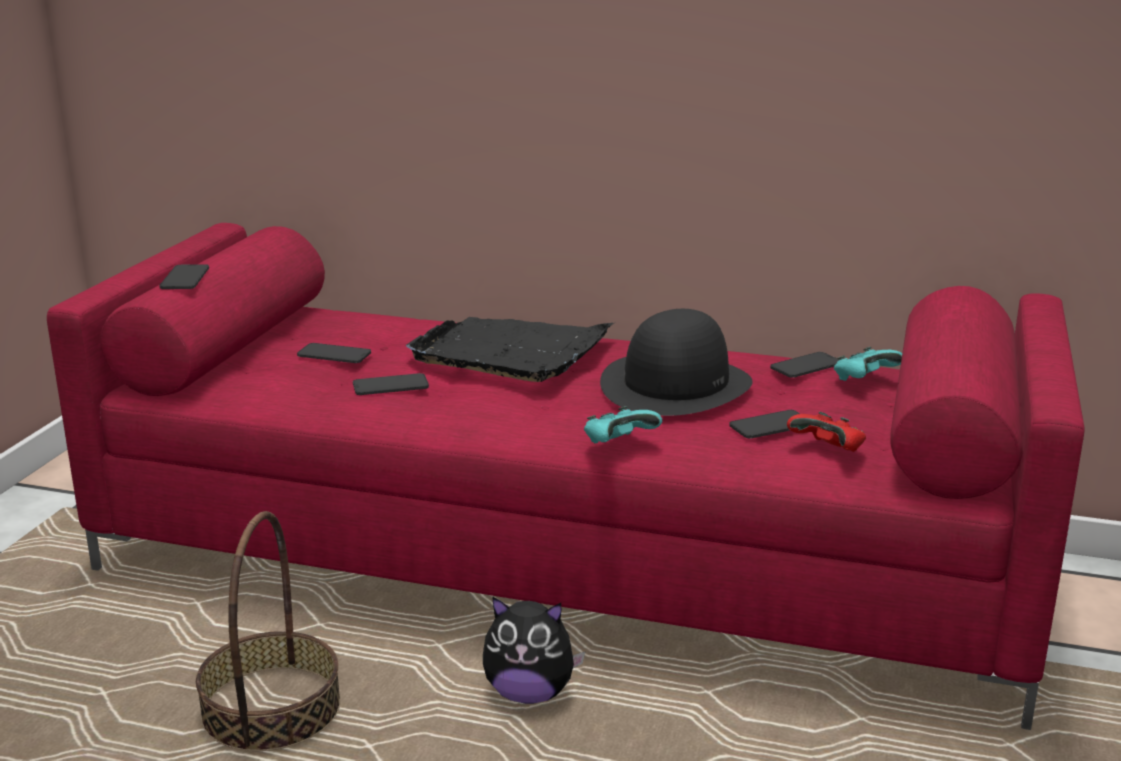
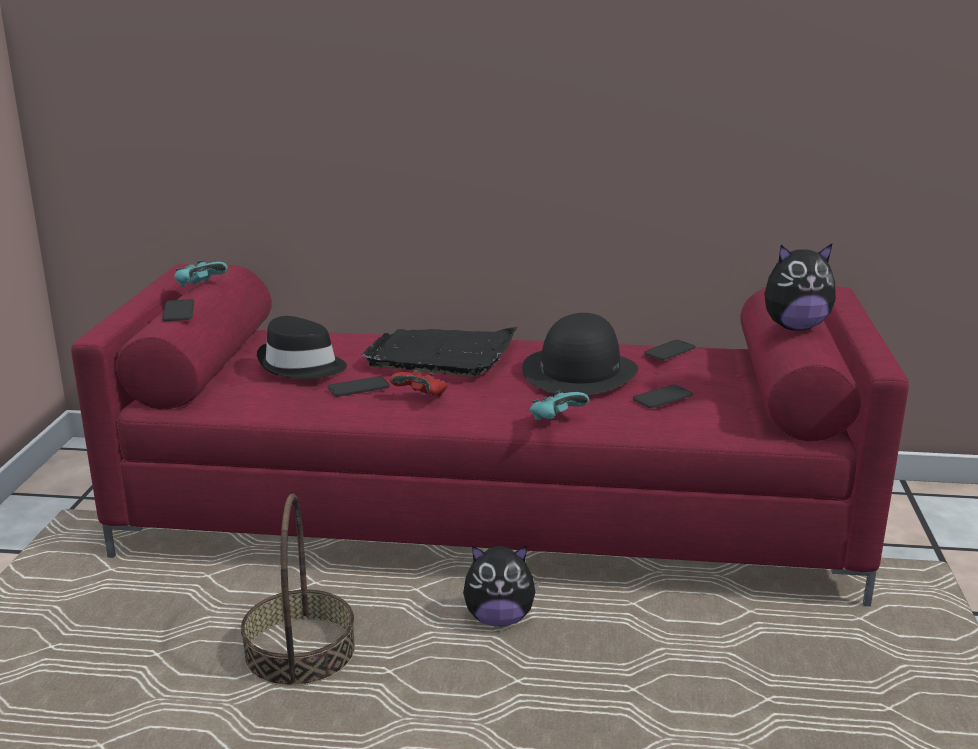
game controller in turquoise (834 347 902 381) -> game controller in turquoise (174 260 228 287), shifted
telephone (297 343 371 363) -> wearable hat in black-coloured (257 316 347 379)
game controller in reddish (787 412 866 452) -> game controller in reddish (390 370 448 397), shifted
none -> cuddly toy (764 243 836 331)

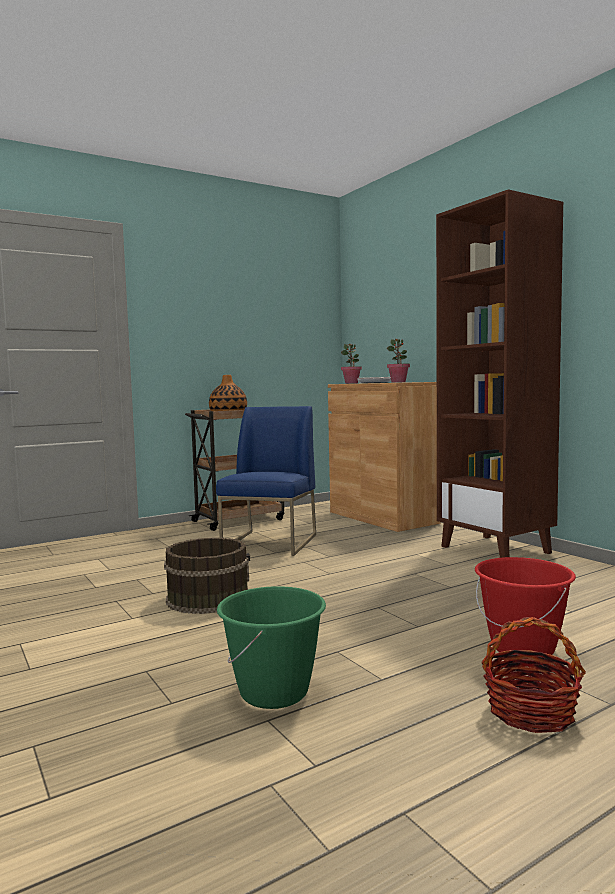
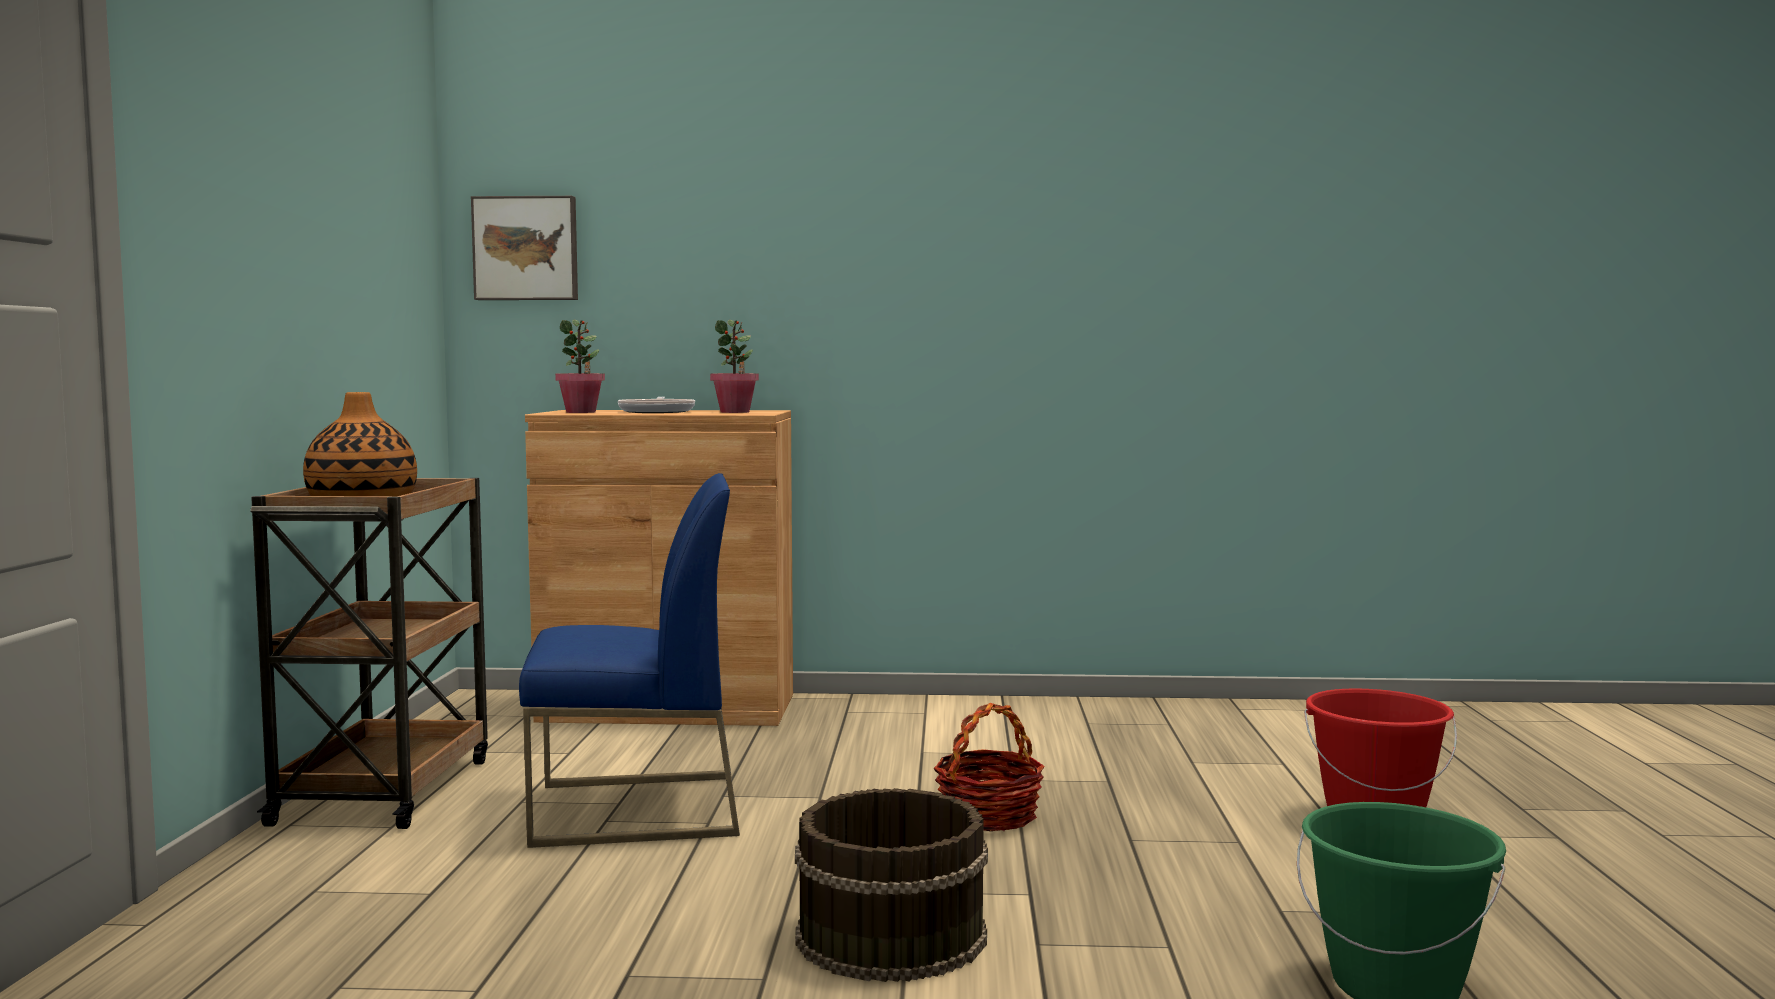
none -> wall picture (471 196 578 300)
plain chair in blue (216 406 316 556) -> plain chair in blue (519 473 740 848), 120 degrees clockwise
storage basket (481 617 586 733) -> storage basket (934 703 1045 831), shifted
bookshelf in brown-coloured (436 189 563 558) -> none

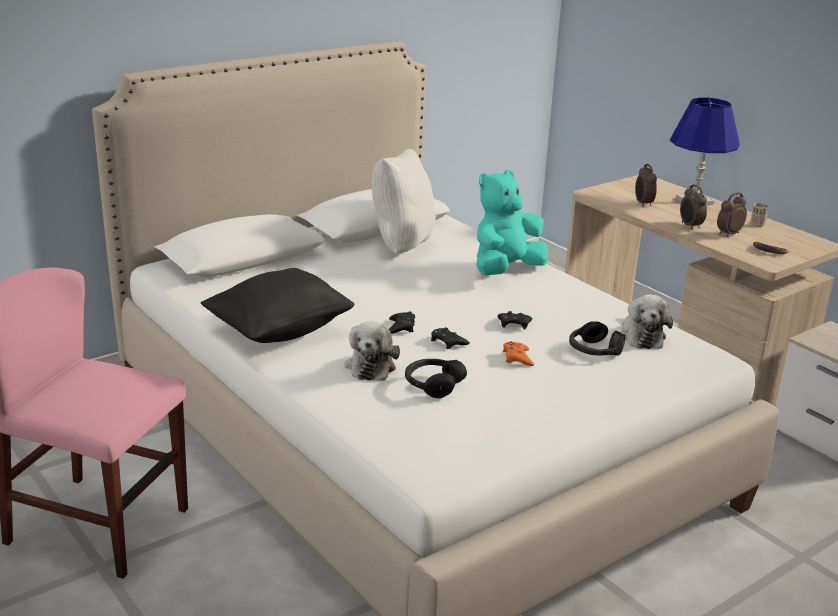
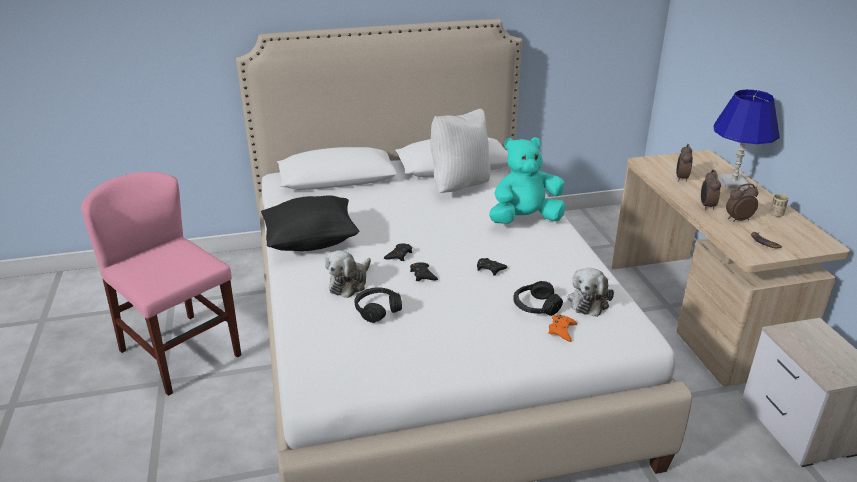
game controller in orange-coloured (503 341 534 366) -> game controller in orange-coloured (548 315 577 342), shifted

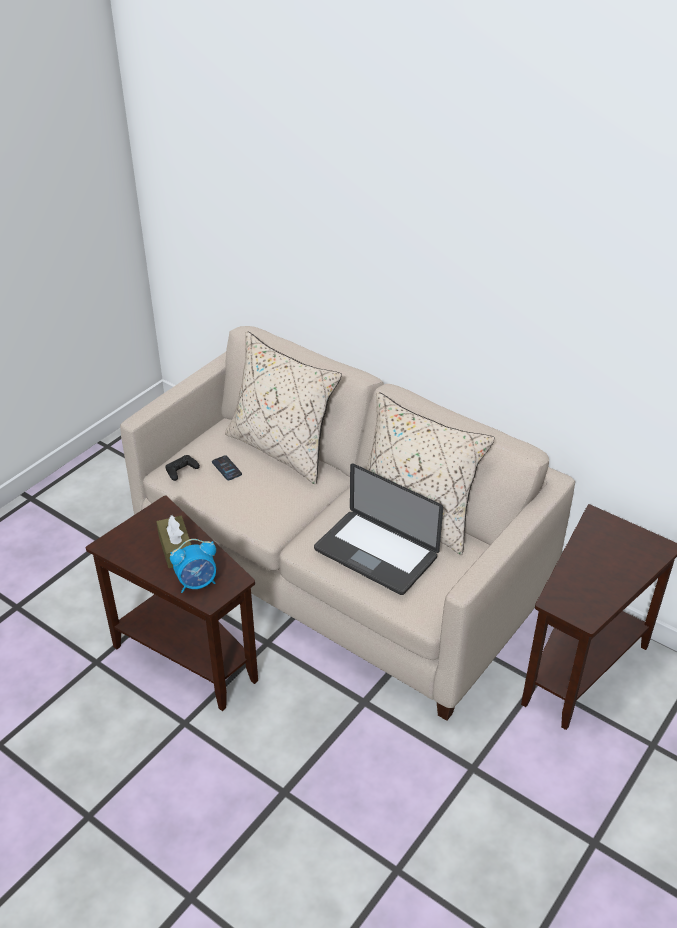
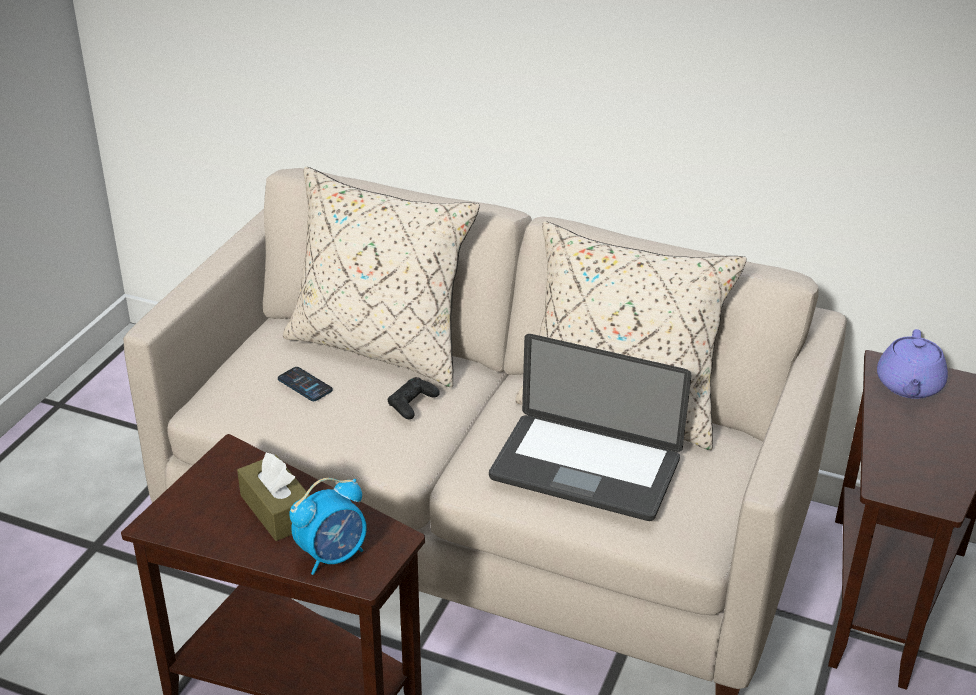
game controller in black-coloured (165 455 200 481) -> game controller in black-coloured (388 377 440 419), shifted
none -> teapot in purple-coloured (877 329 948 399)

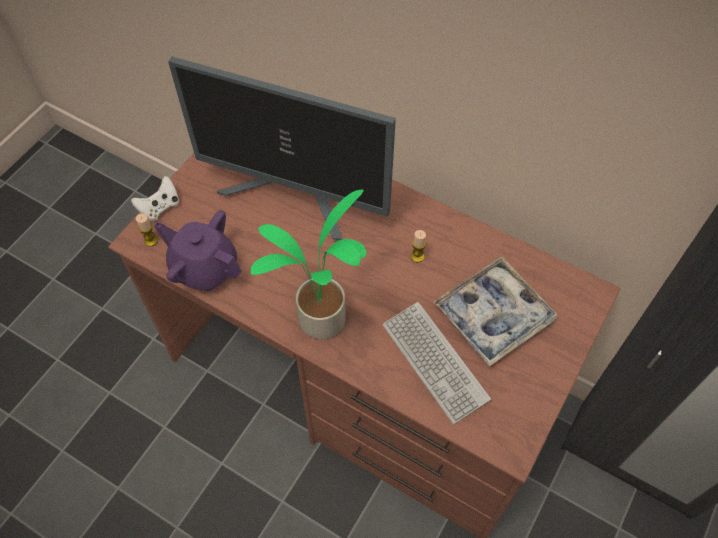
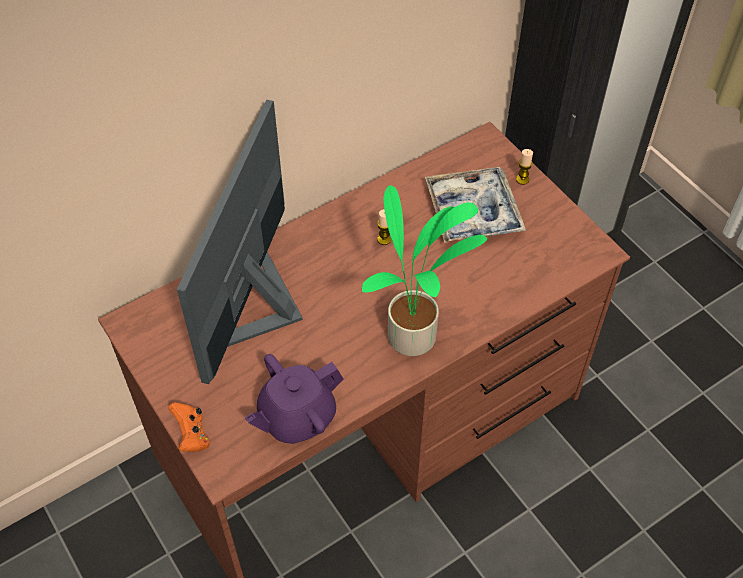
game controller in whitish (131 176 179 221) -> game controller in orange-coloured (168 402 210 452)
monitor (168 57 396 240) -> monitor (177 100 303 384), 150 degrees clockwise
wax light (136 214 158 247) -> wax light (516 149 533 185), shifted
keyboard (382 302 491 424) -> none

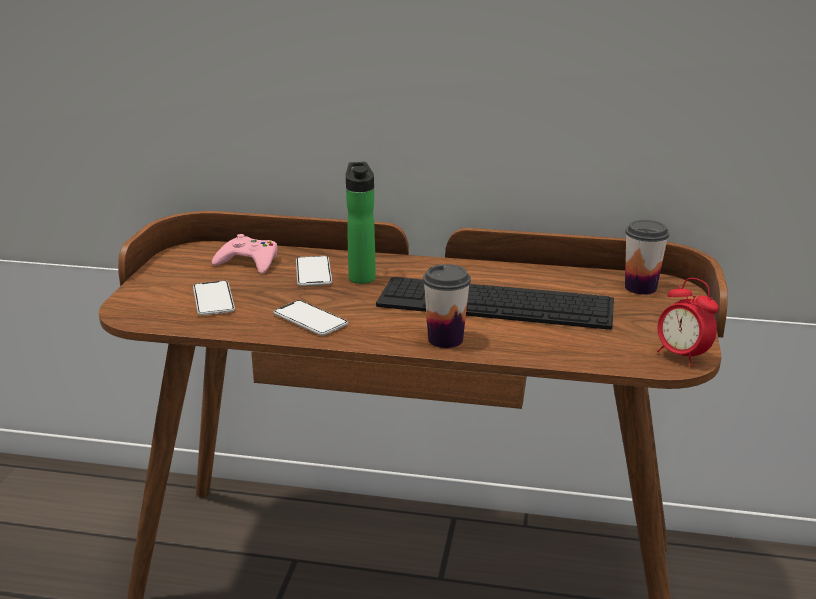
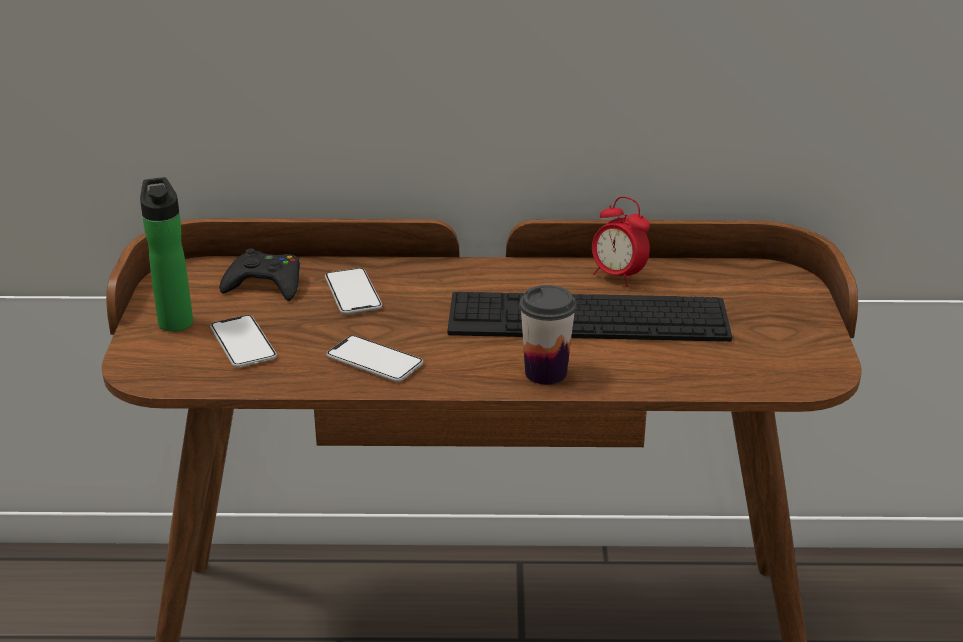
beverage bottle (346 162 376 284) -> beverage bottle (140 177 193 332), shifted
game controller in pink (212 234 277 274) -> game controller in black-coloured (219 249 300 301)
table clock (657 278 719 367) -> table clock (592 196 650 287), shifted
cup (625 220 669 295) -> none

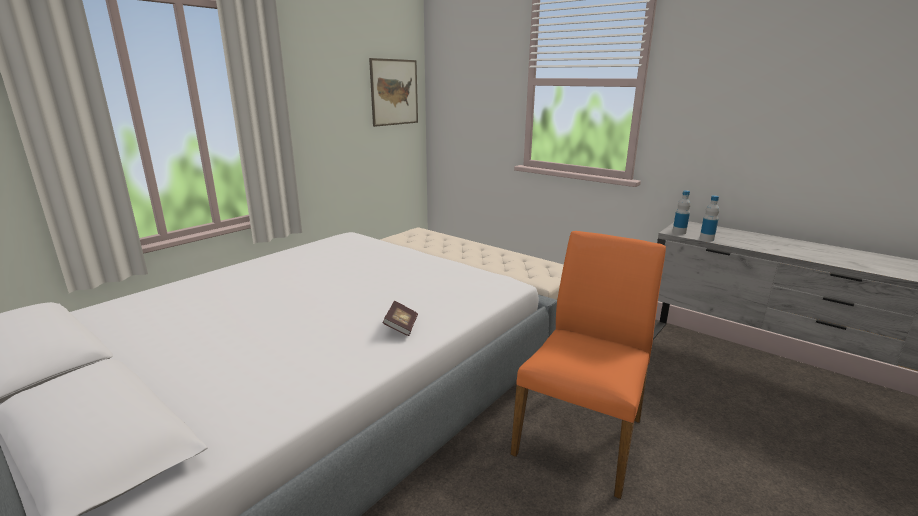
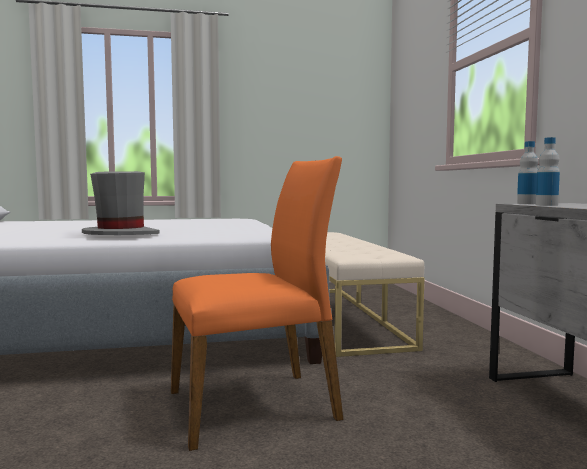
bound book (383 301 418 336) -> wearable hat in greyish (82 171 160 235)
wall picture (369 58 418 127) -> none

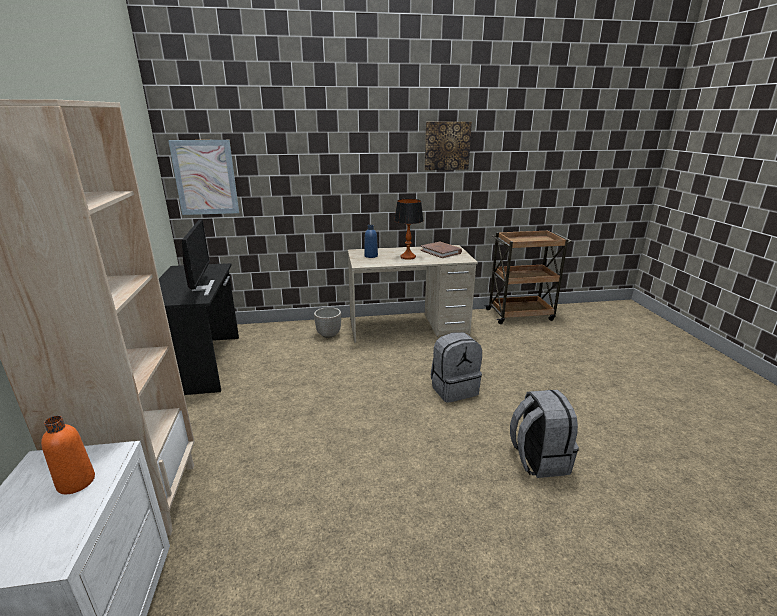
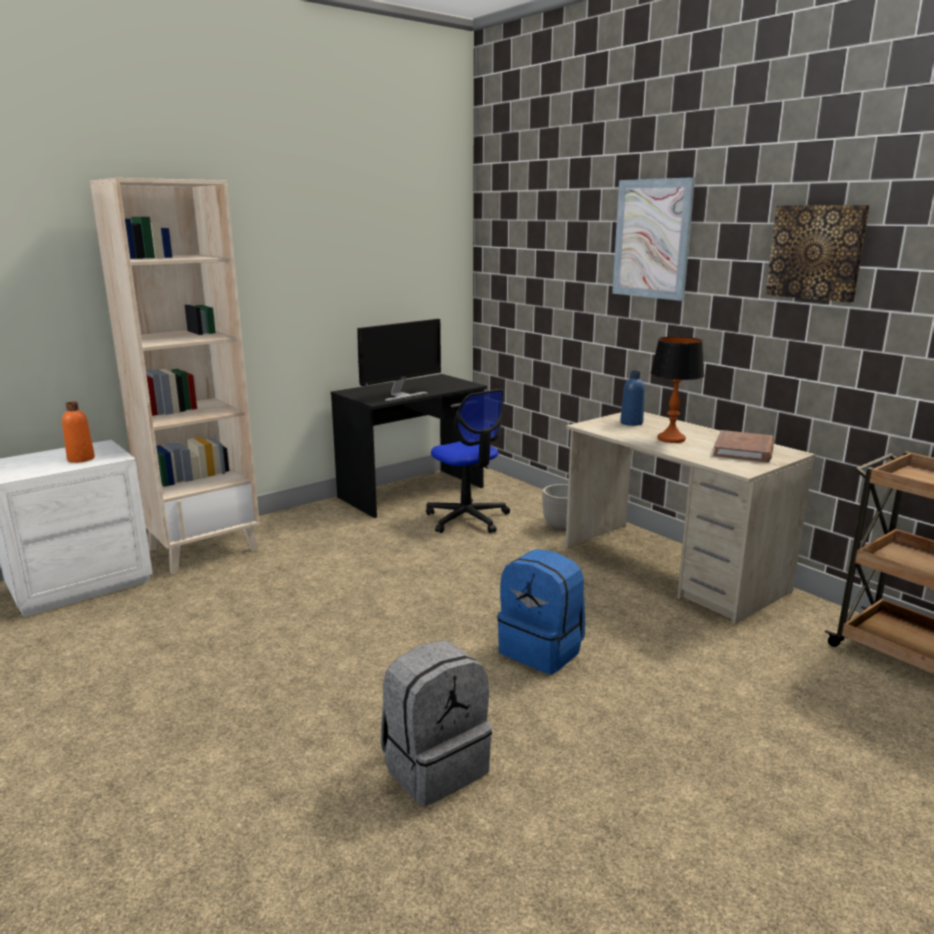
none -> computer chair (426 389 510 533)
backpack in greyish (431 332 482 403) -> backpack in blue (497 549 585 674)
wall picture (168 140 239 215) -> wall picture (612 177 695 301), shifted

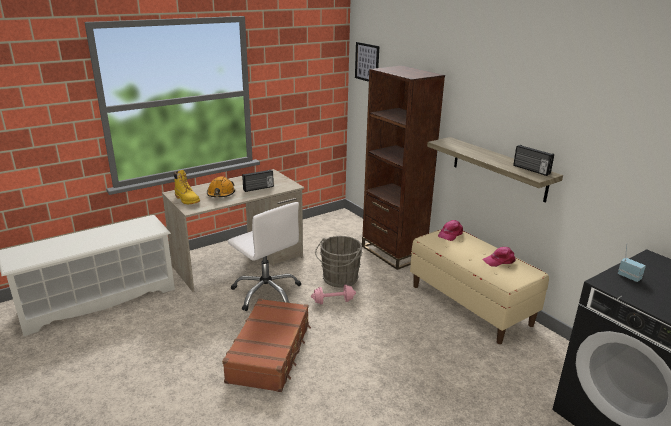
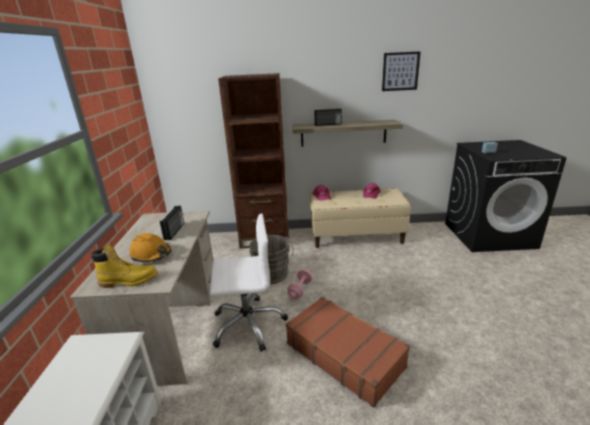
radio set (513 145 554 176) -> radio set (315 108 342 126), shifted
wall picture (355 42 379 82) -> wall picture (382 51 421 91), shifted

